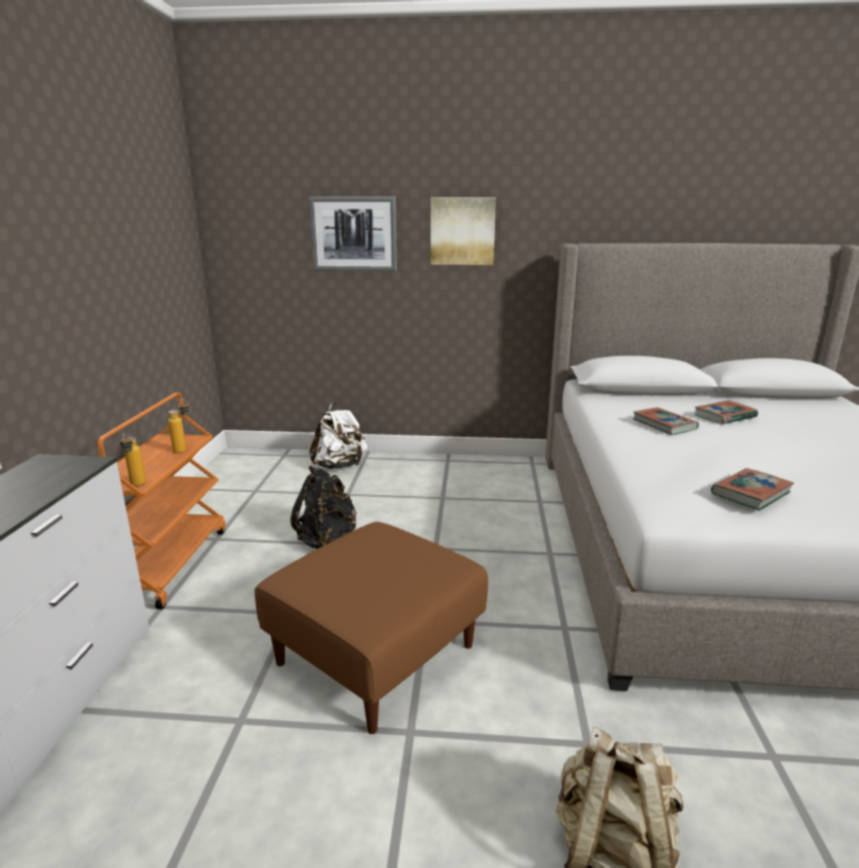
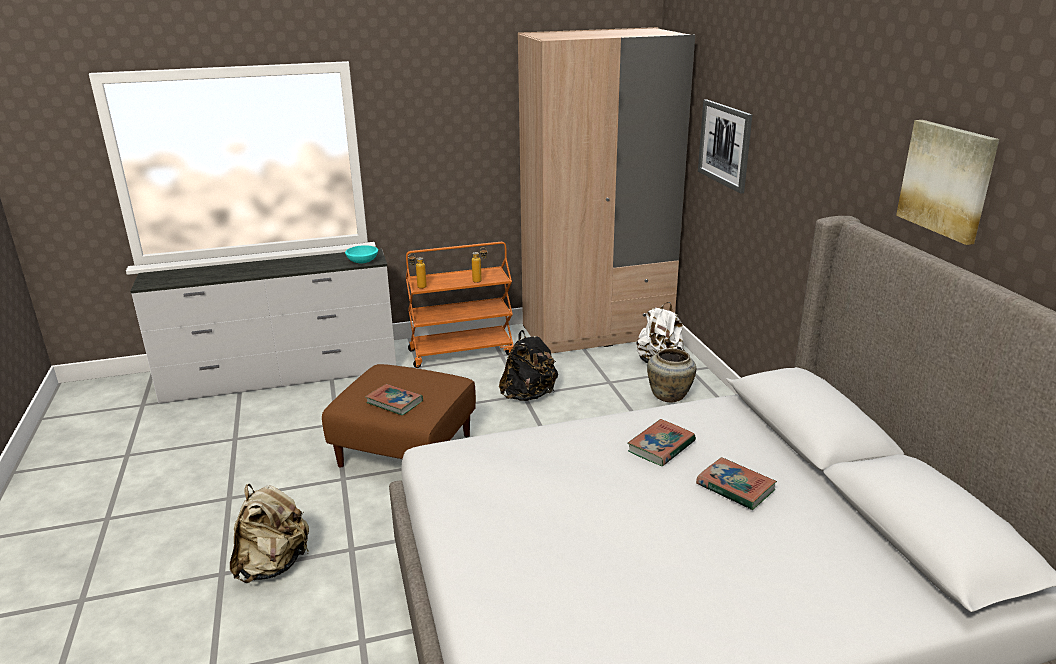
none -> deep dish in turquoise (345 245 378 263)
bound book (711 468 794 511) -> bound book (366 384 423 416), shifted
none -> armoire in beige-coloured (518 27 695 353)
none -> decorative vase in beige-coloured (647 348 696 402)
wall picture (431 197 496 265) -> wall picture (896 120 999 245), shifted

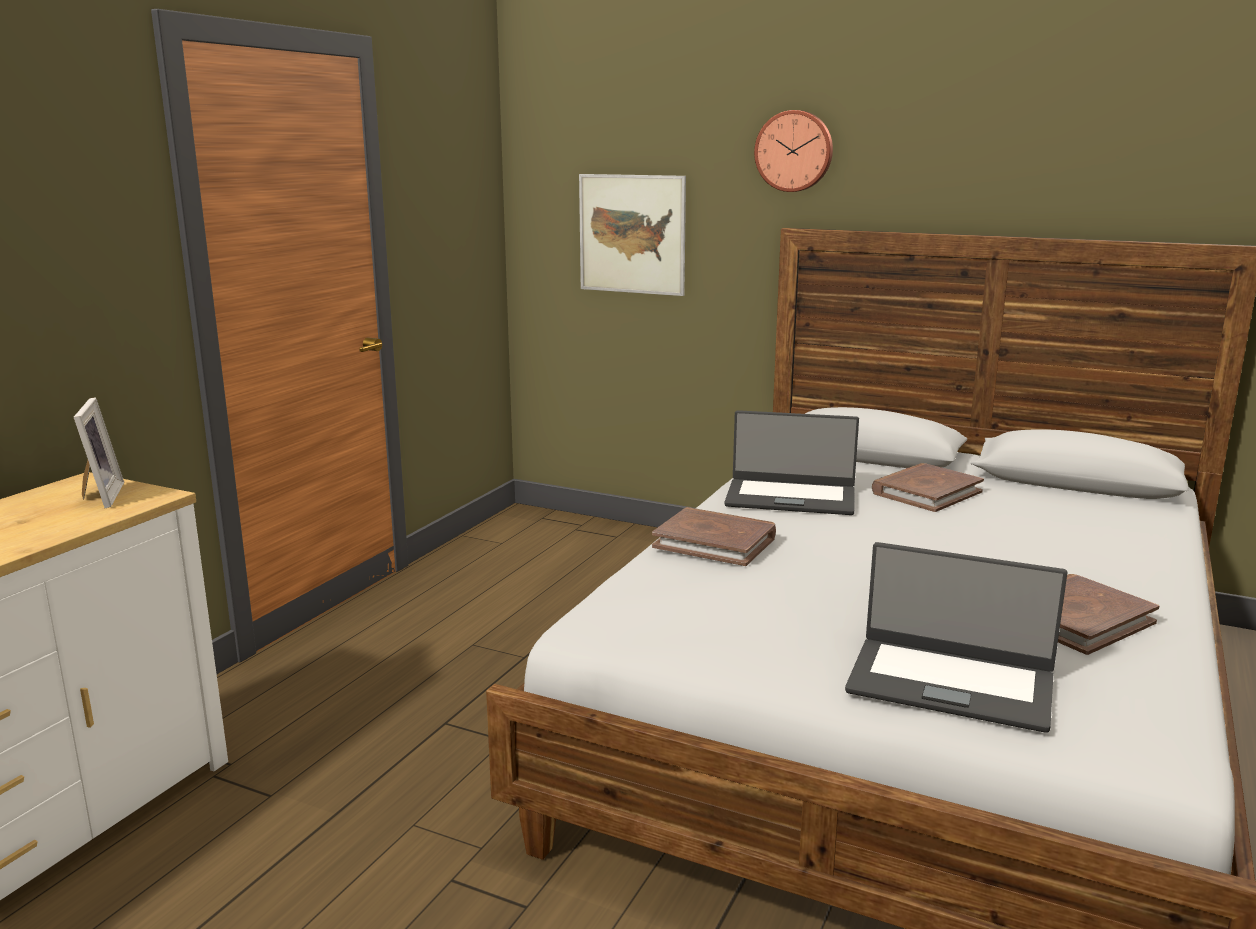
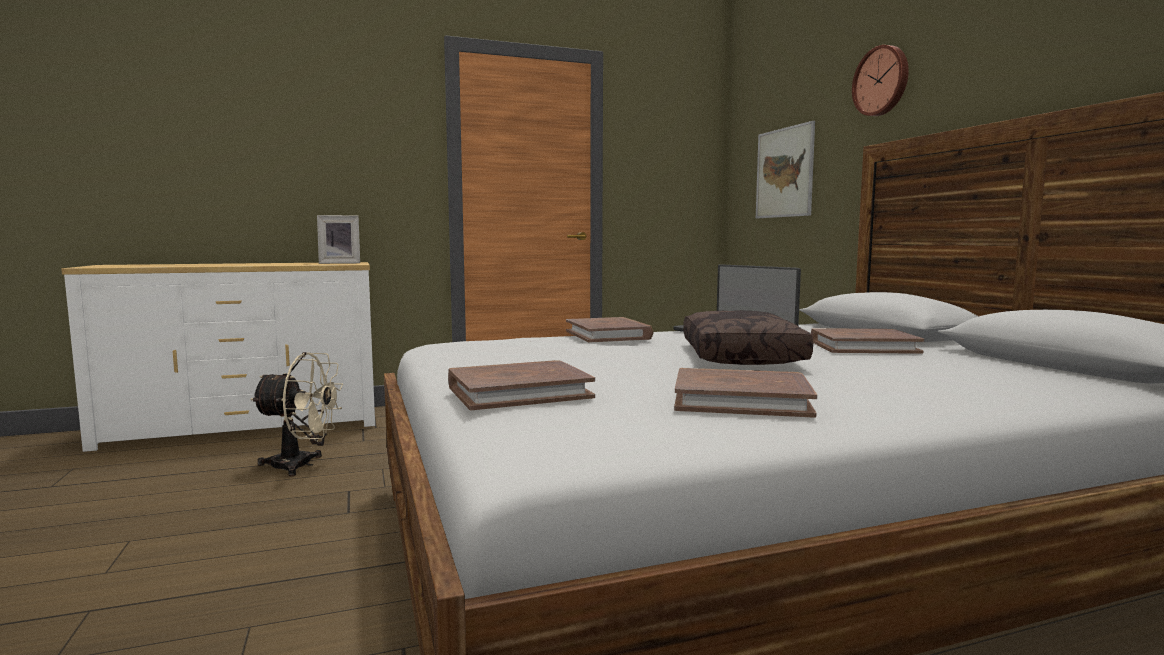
none -> electric fan in beige-coloured (250 352 344 476)
picture frame (74 397 124 508) -> picture frame (317 215 360 264), 45 degrees clockwise
notebook computer (845 542 1067 733) -> bound book in brown-coloured (448 360 595 410)
none -> throw pillow in brown-coloured (683 311 813 365)

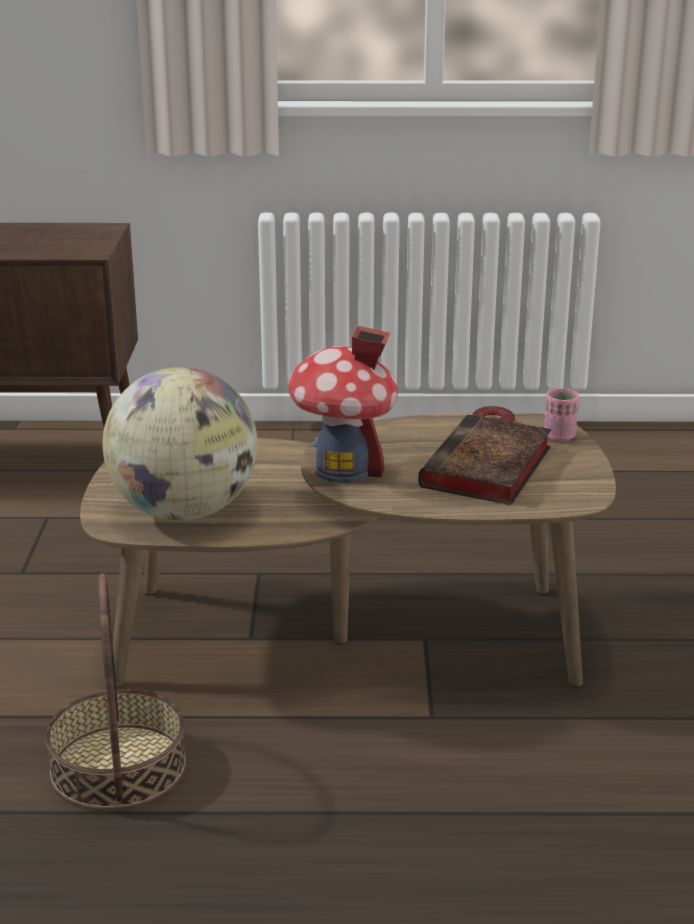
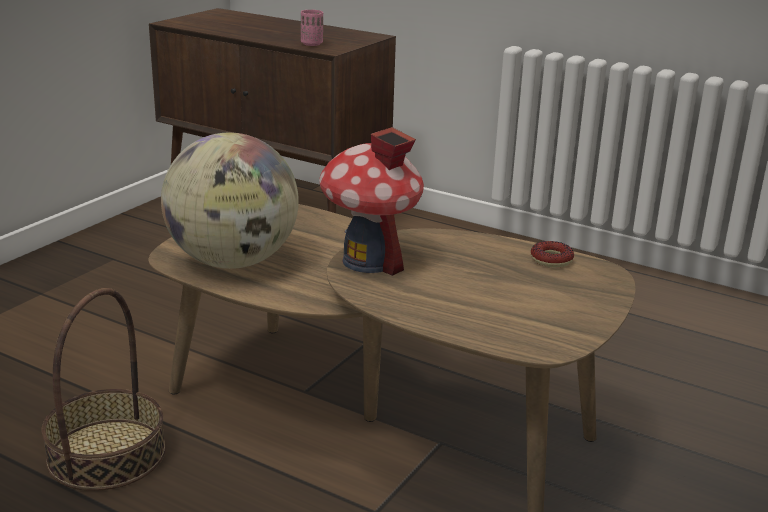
cup in pink (544 388 579 442) -> cup in pink (301 10 323 46), shifted
bound book (418 414 552 505) -> none

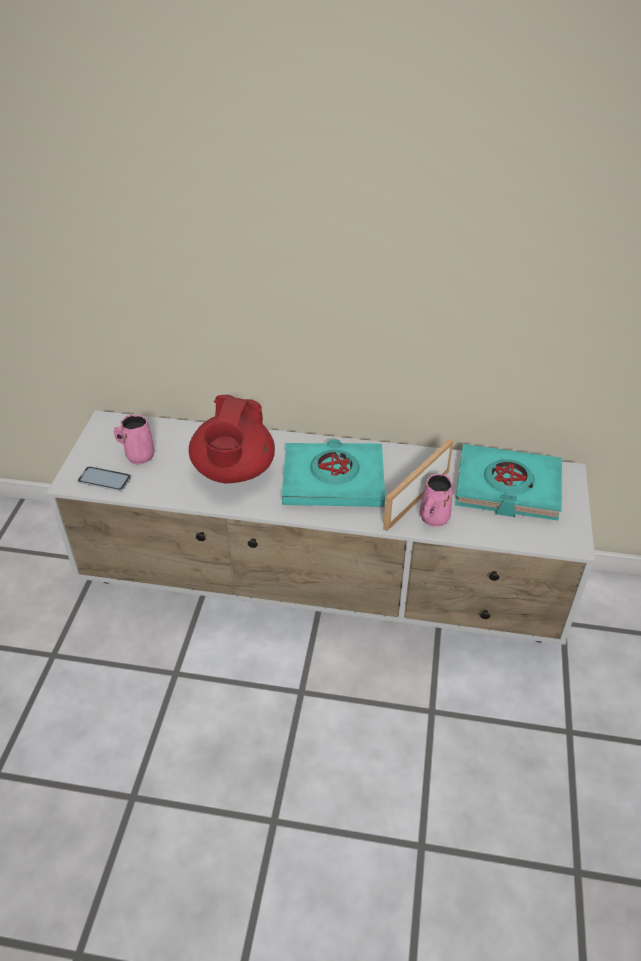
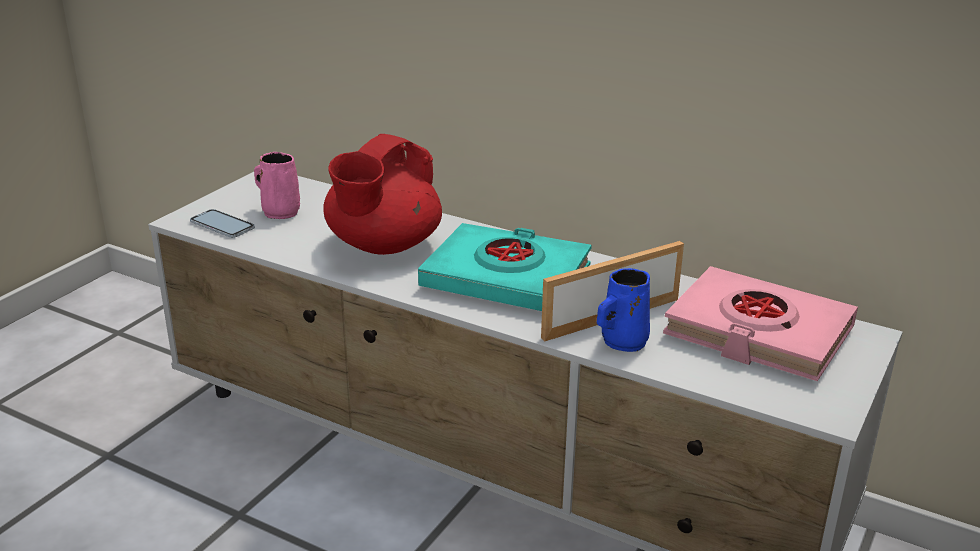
mug in pink (420 474 453 527) -> mug in blue (597 268 650 352)
bound book in turquoise (455 444 562 521) -> bound book in pink (663 266 858 381)

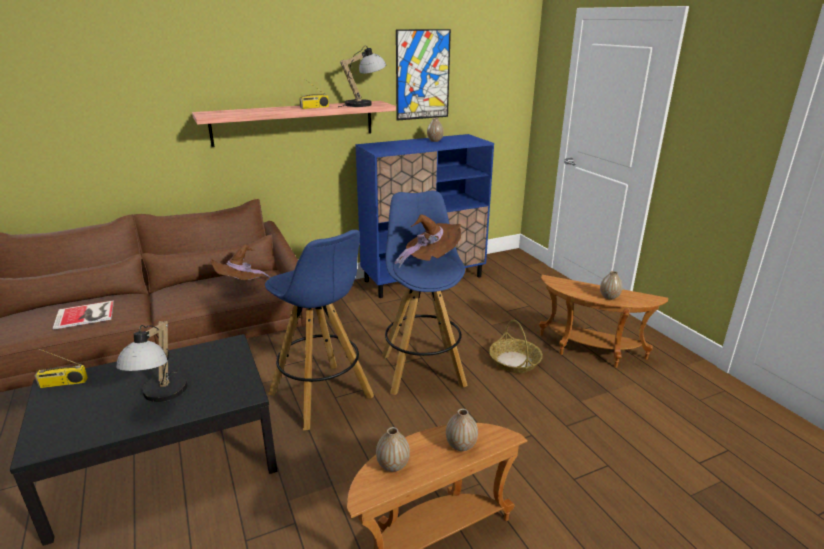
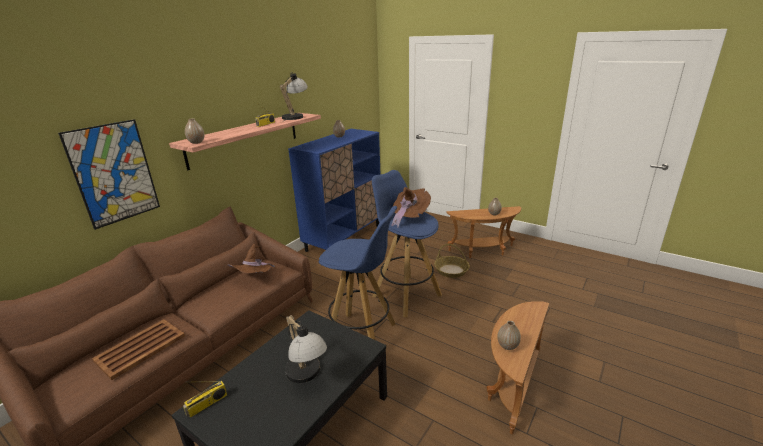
wall picture (396 29 451 121) -> wall picture (58 119 160 230), shifted
bound book (53 300 114 330) -> serving tray in brown-coloured (92 319 185 380)
decorative vase (446 409 478 451) -> decorative vase (185 118 205 144), shifted

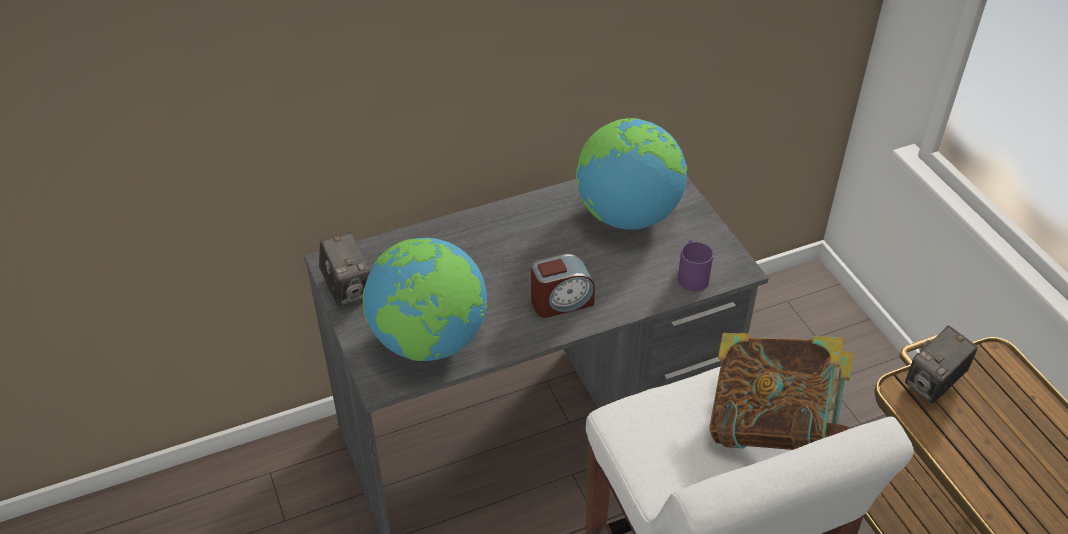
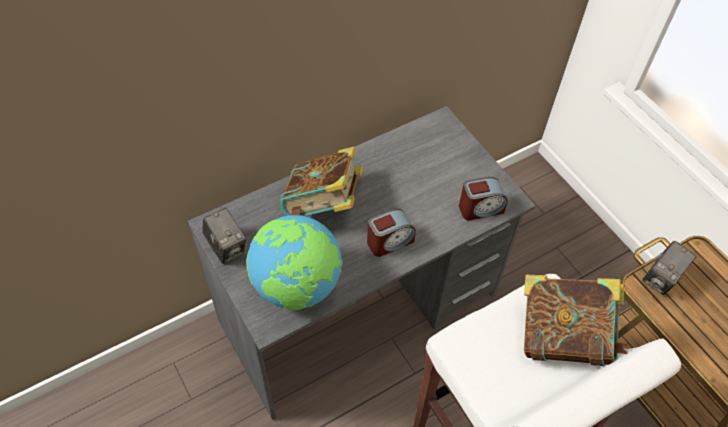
none -> bound book (281 147 363 216)
mug in purple-coloured (678 240 713 291) -> table clock (459 177 508 220)
world globe (576 118 687 230) -> none

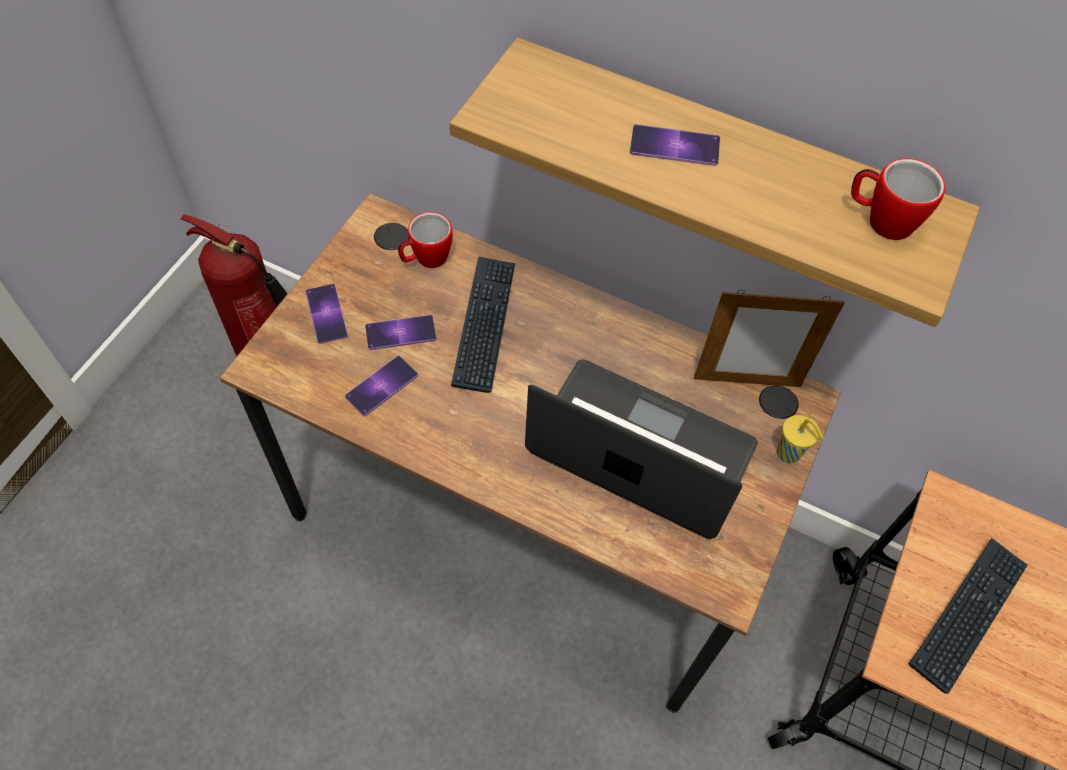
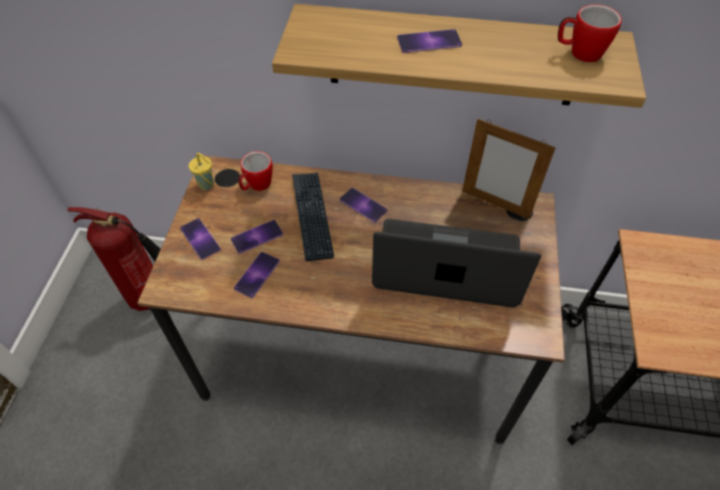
cup in yellowish (777 415 824 463) -> cup in yellowish (189 153 214 190), shifted
none -> telephone (339 188 388 223)
picture frame (694 290 845 387) -> picture frame (462 119 556 219), 45 degrees clockwise
keyboard (909 538 1028 694) -> none

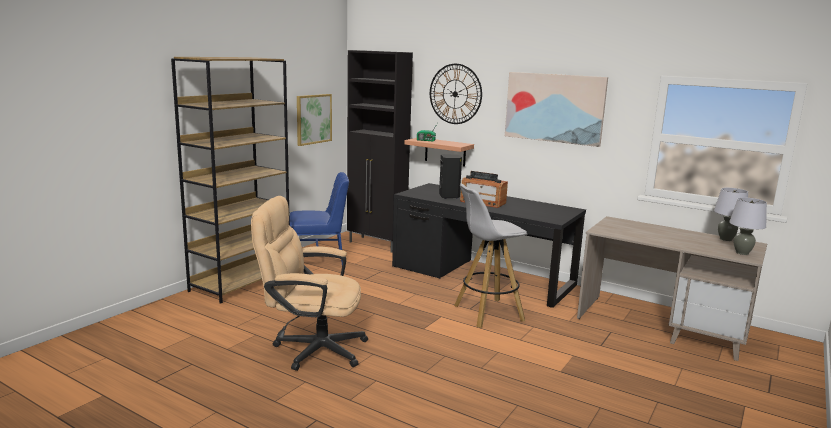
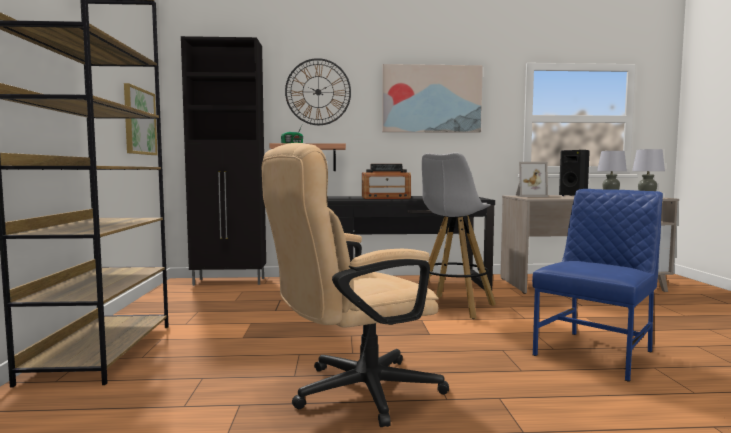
none -> picture frame (515 162 548 197)
plain chair in blue (290 172 349 263) -> plain chair in blue (532 189 663 382), shifted
speaker in black-coloured (439 154 462 199) -> speaker in black-coloured (559 150 590 196), shifted

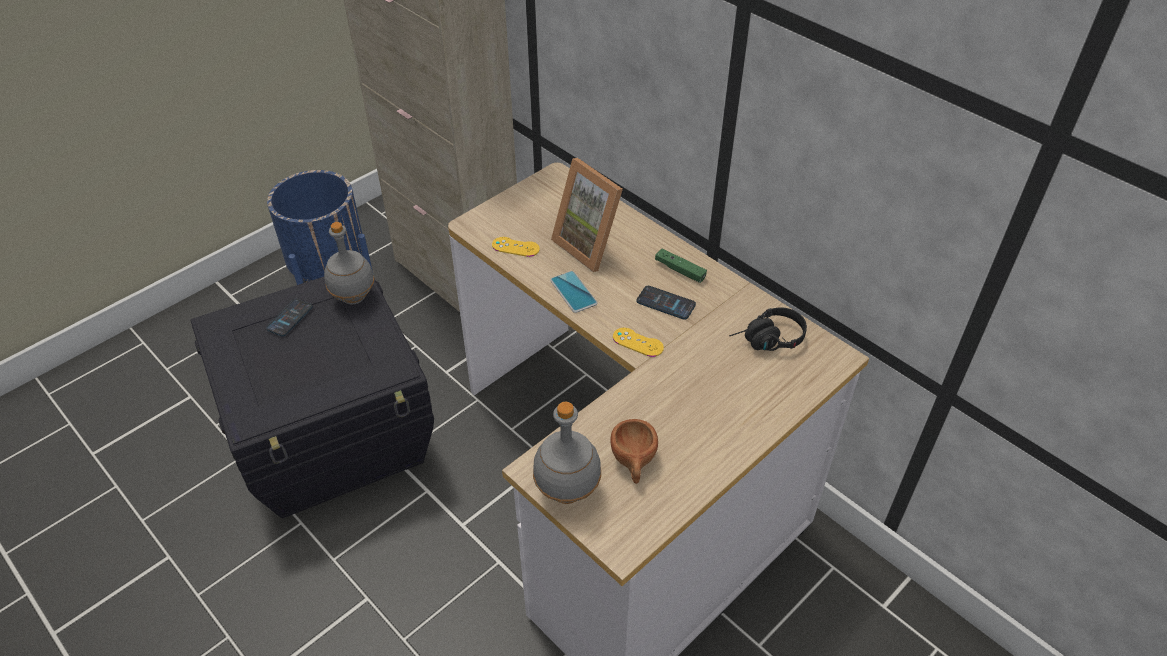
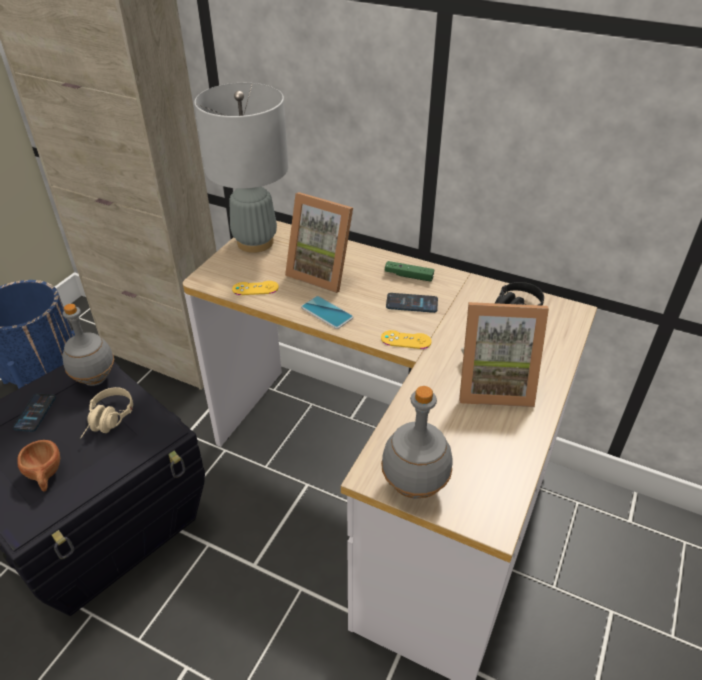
cup in brown-coloured (610 419 658 484) -> cup in brown-coloured (17 440 60 492), shifted
none -> headset in beige-coloured (80 387 133 438)
none -> tabletop lamp in greyish (194 83 288 253)
none -> picture frame (459 302 549 407)

